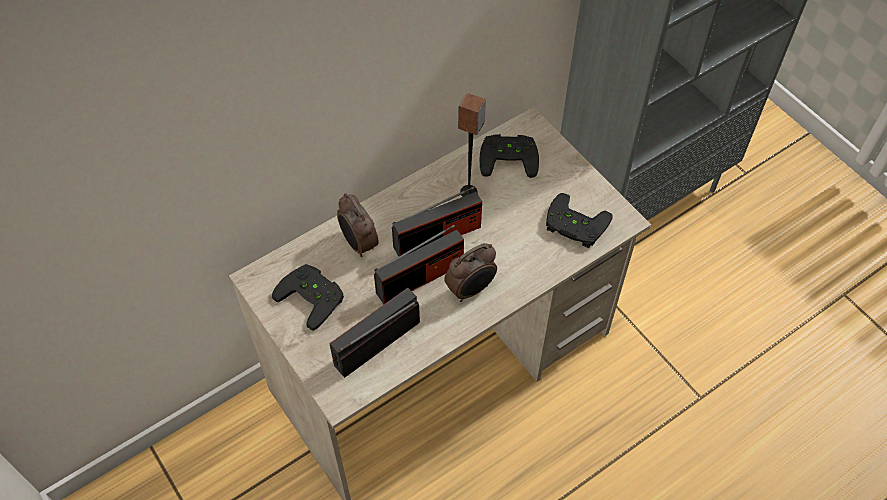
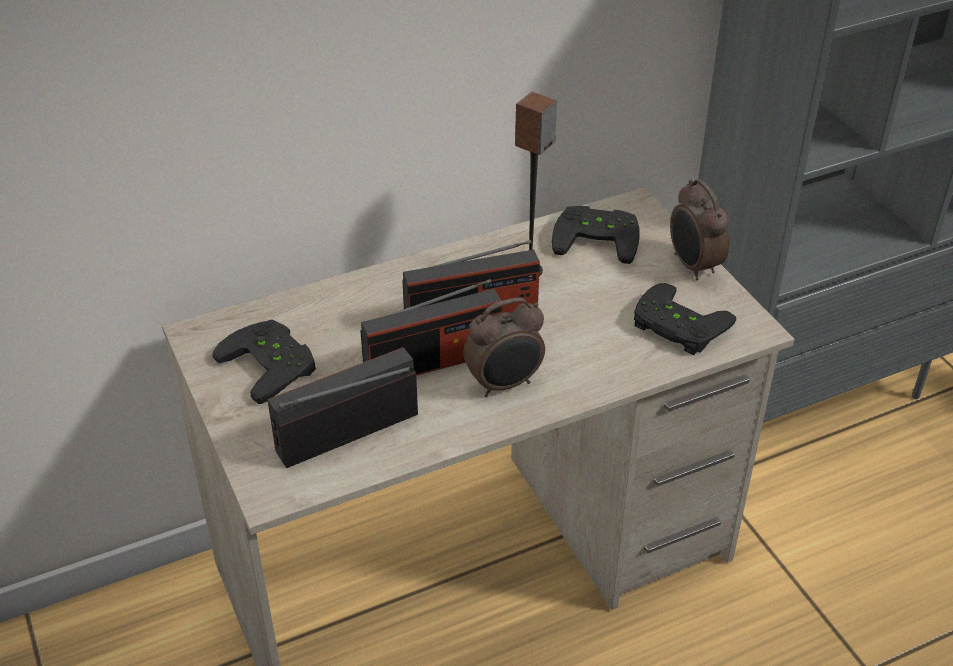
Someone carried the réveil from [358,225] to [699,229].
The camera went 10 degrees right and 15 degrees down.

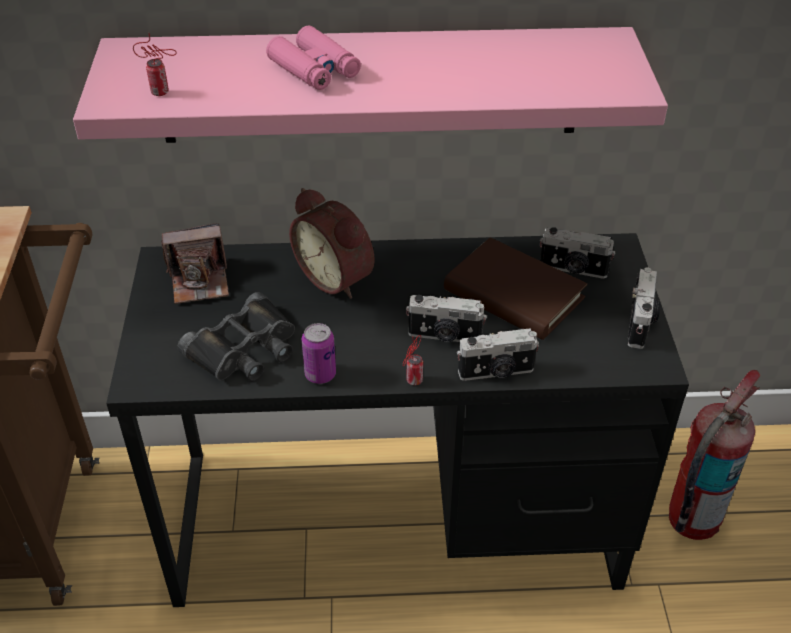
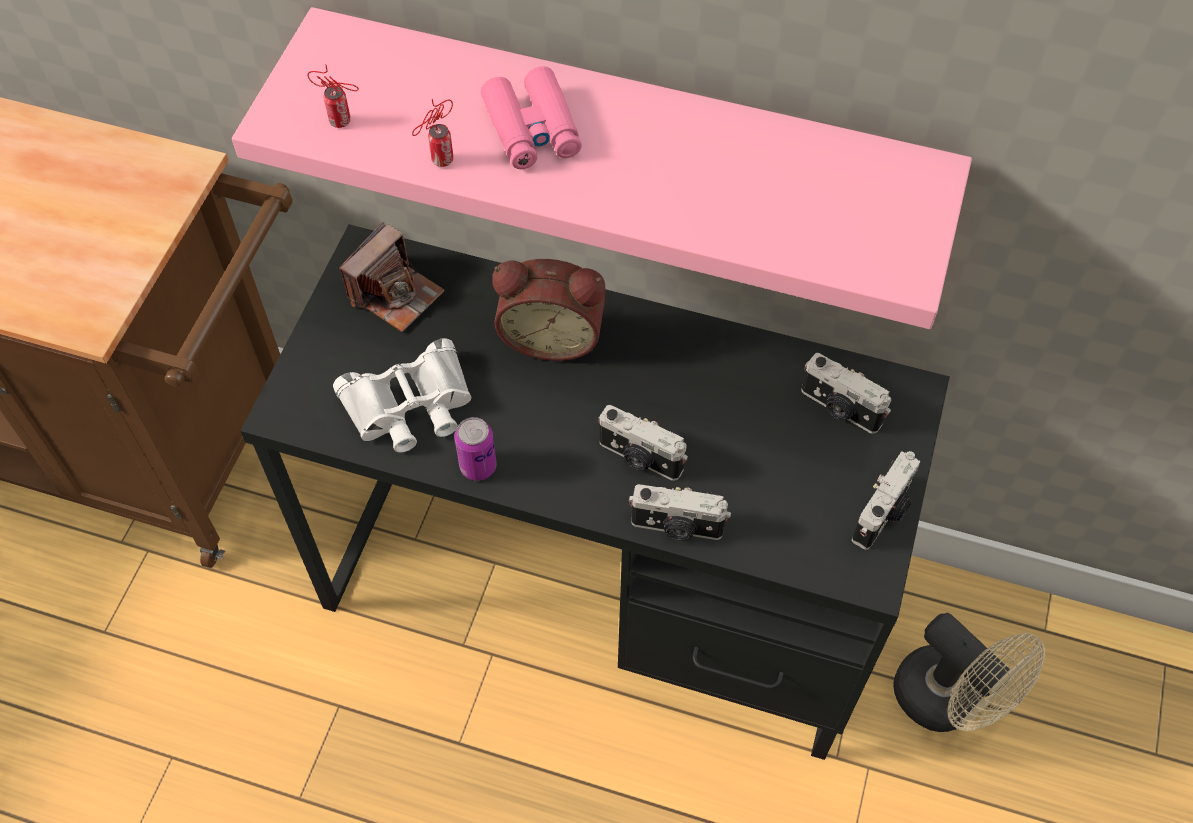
Someone took away the livre (marron) at [515,288].
Someone carried the boîte métallique from [413,360] to [433,133].
Someone swapped the extincteur at [714,455] for the ventilateur (beige) at [969,672].
Someone repainted the jumelles (noir) at [236,336], which became the jumelles (blanc) at [402,395].
Someone rotated the appareil photo at [195,263] by 60 degrees counterclockwise.
Someone rotated the réveil at [331,243] by 60 degrees counterclockwise.
The camera went 20 degrees right and 15 degrees up.

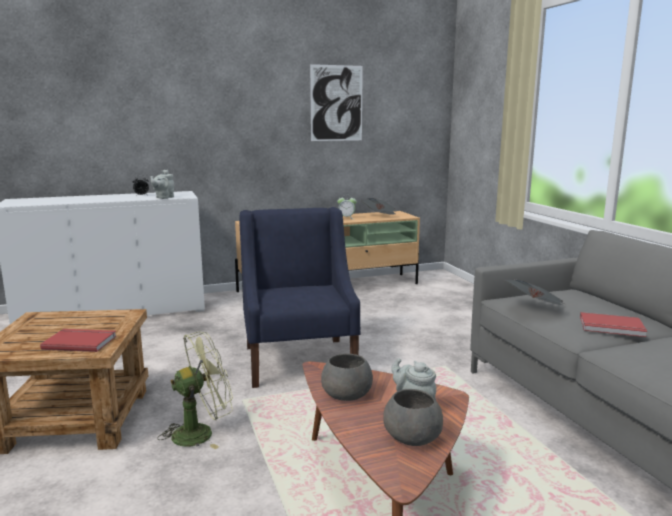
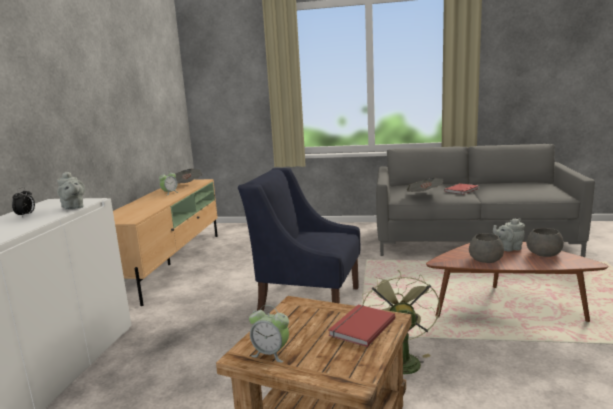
Someone took away the tableau at [336,102].
Someone put down the réveil at [269,333].
The camera went 60 degrees left and 0 degrees up.

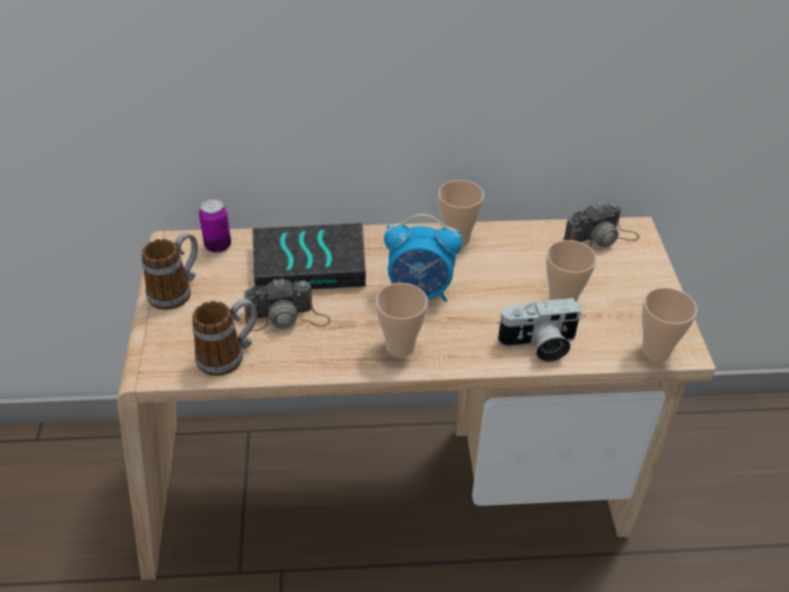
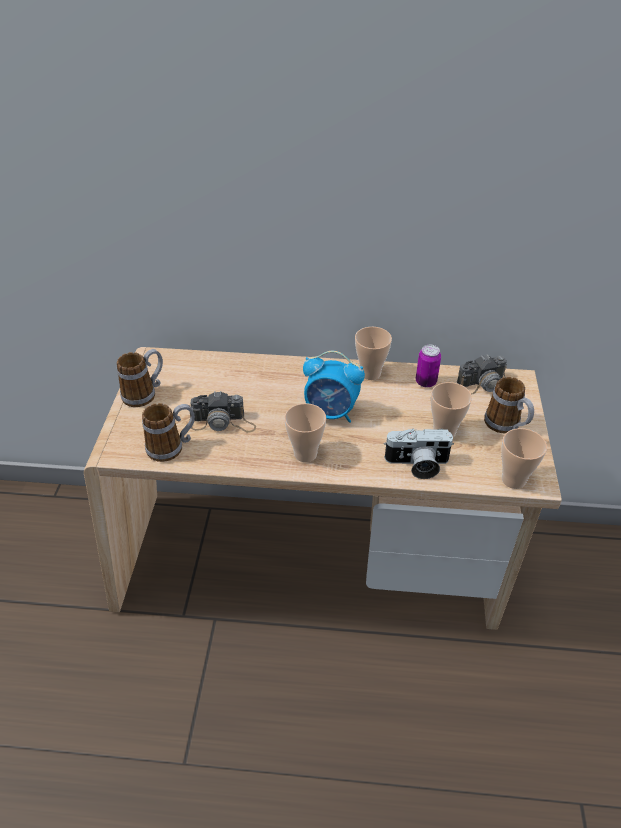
Someone took away the livre at [309,256].
Someone put down the mug at [509,405].
Someone carried the boîte métallique from [215,226] to [428,366].
The camera went 10 degrees right and 0 degrees up.

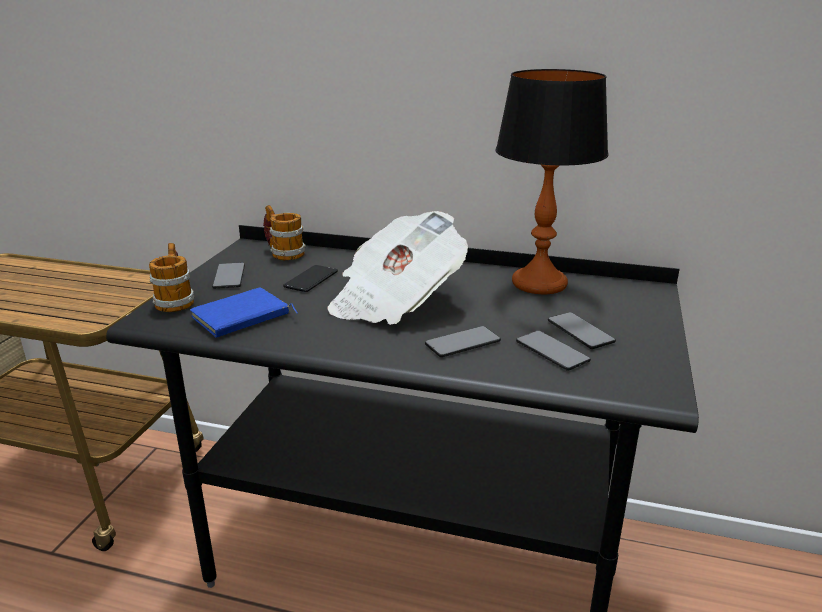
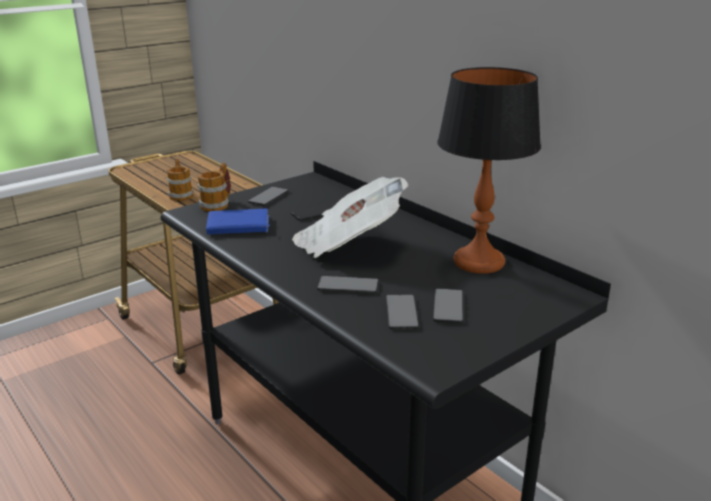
Someone carried the mug from [284,232] to [180,180].
The camera went 35 degrees right and 0 degrees up.

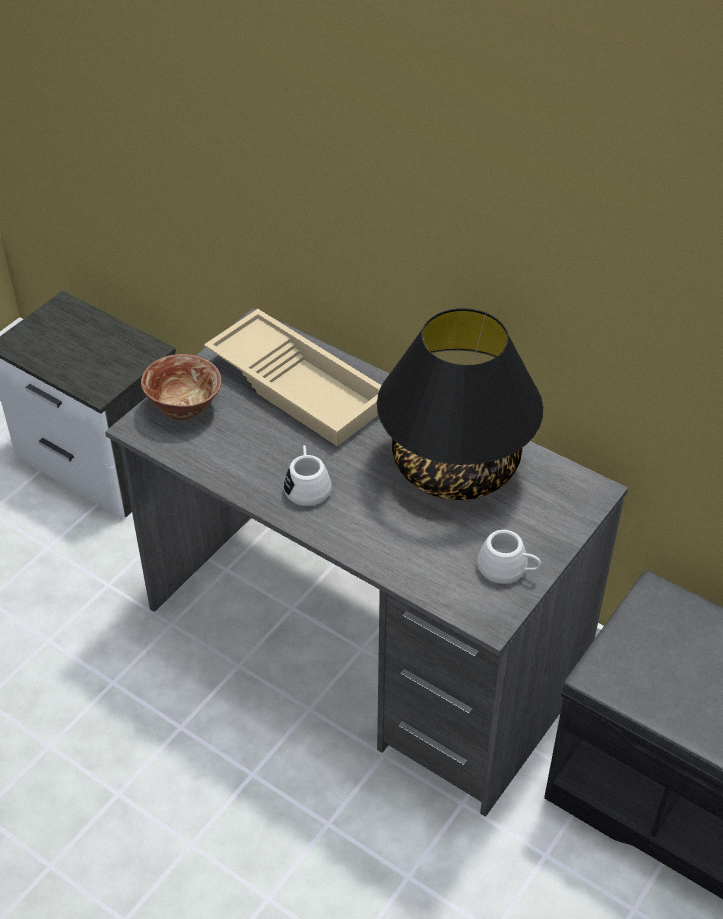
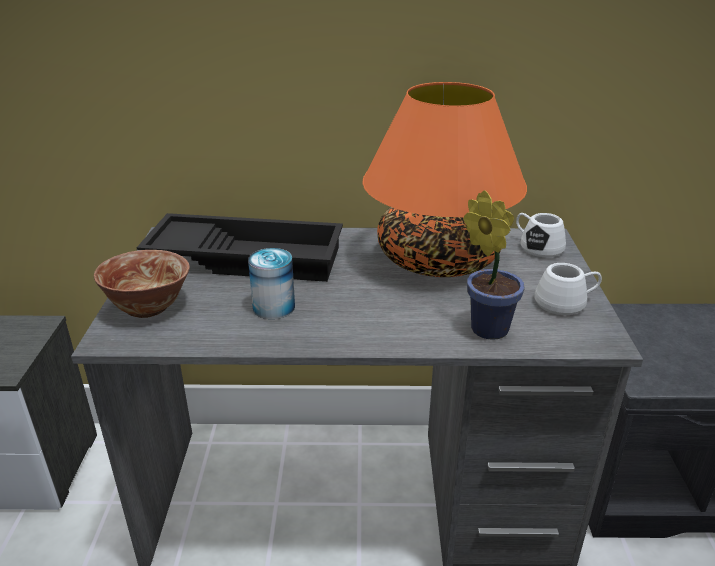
Someone put down the boîte métallique at [271,283].
Someone put down the plante en pot at [494,265].
Someone carried the mug (blanc) from [308,475] to [541,235].
Someone repainted the plateau (beige) at [293,377], which became the plateau (noir) at [239,247].
Someone repainted the lampe de table (noir) at [460,404], which became the lampe de table (orange) at [444,179].
The camera went 35 degrees left and 15 degrees down.

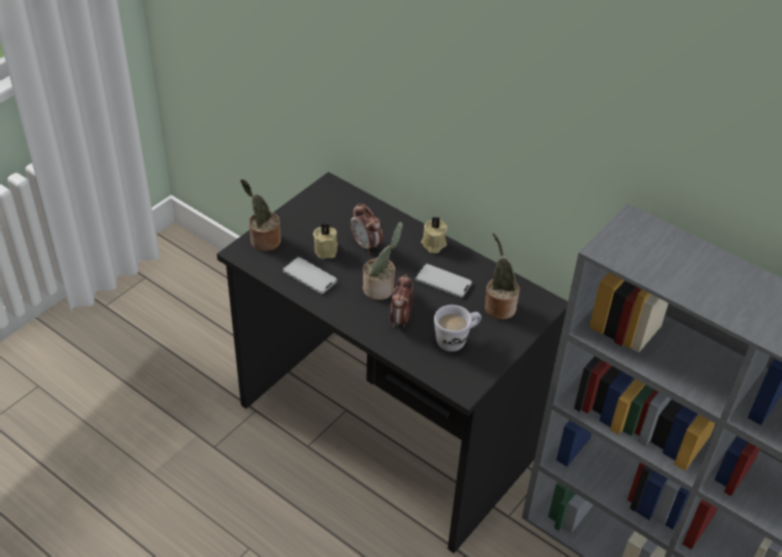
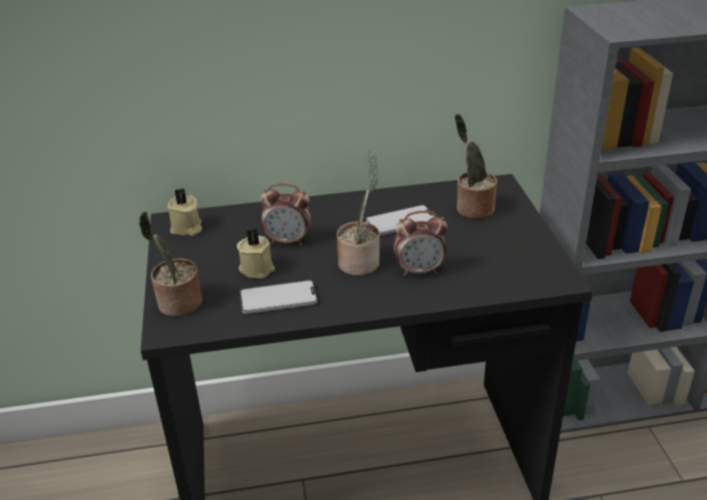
Someone took away the mug (blanc) at [457,328].
Someone carried the bougie (beige) from [434,234] to [185,212].
Someone rotated the réveil at [402,300] by 60 degrees counterclockwise.
The camera went 45 degrees left and 10 degrees down.

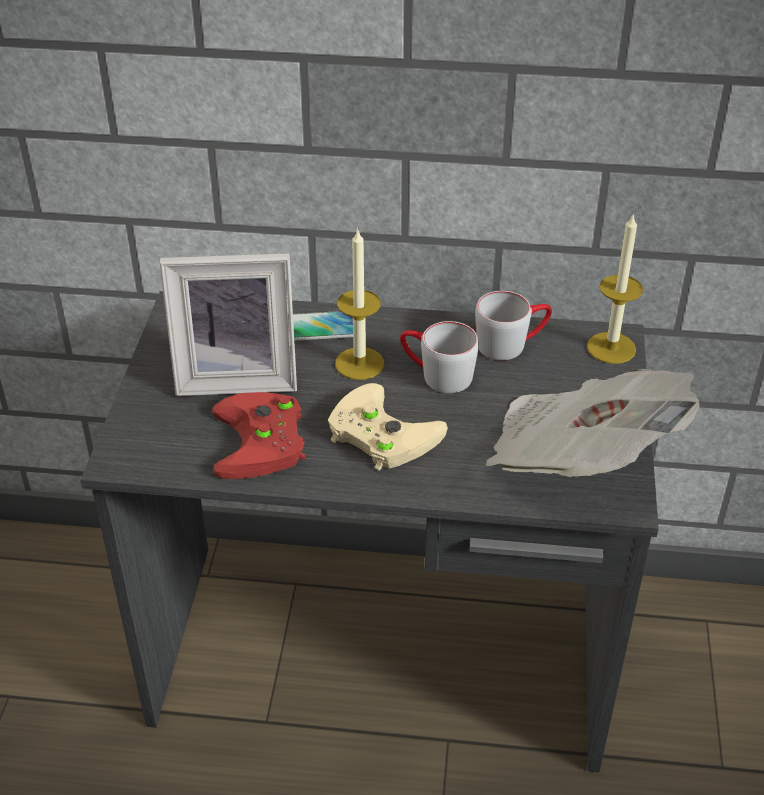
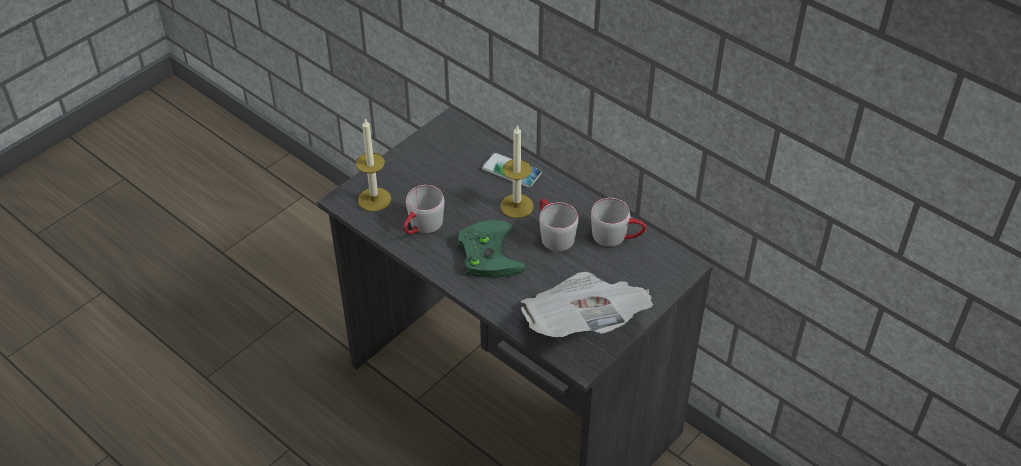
Someone took away the cadre photo at [228,324].
Someone carried the bougie from [615,288] to [373,165].
Someone swapped the manette (rouge) at [258,435] for the mug (gris) at [423,209].
Someone repainted the manette (beige) at [388,427], which became the manette (vert) at [492,249].
The camera went 35 degrees right and 5 degrees up.

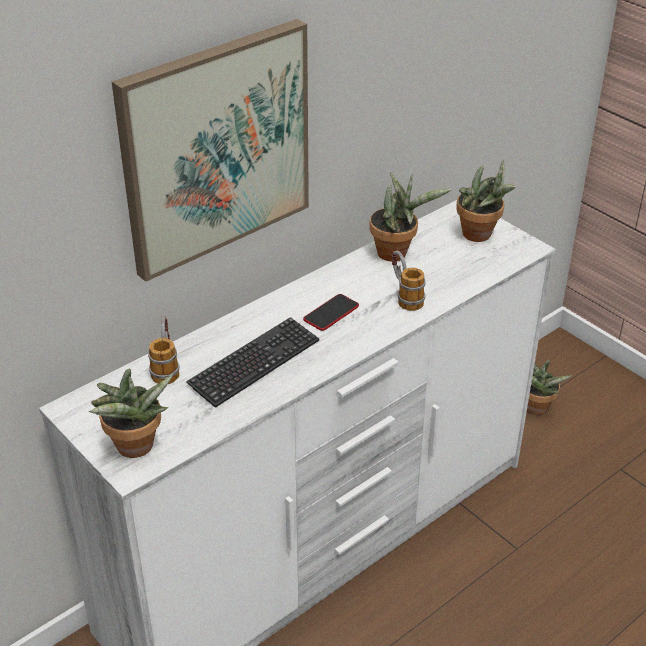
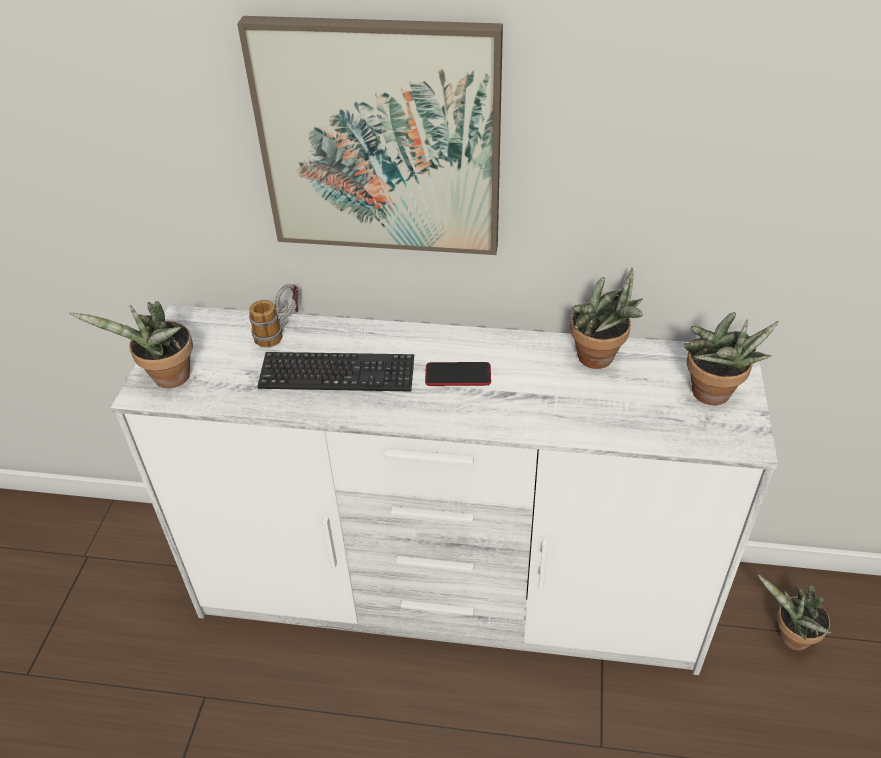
Someone took away the mug at [409,281].
The camera went 50 degrees right and 5 degrees up.

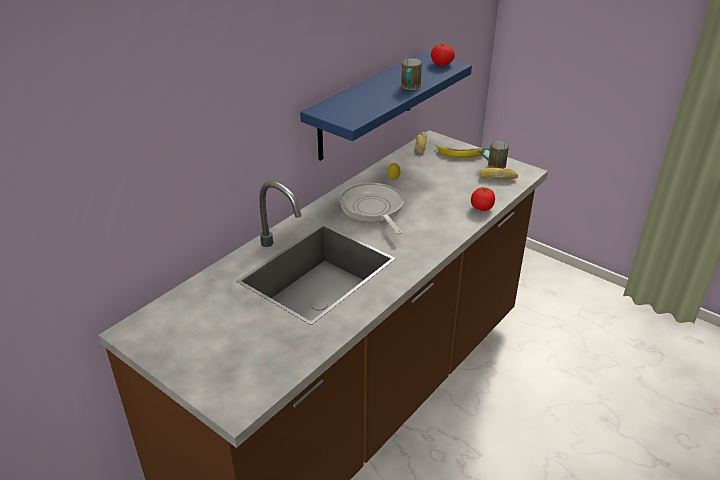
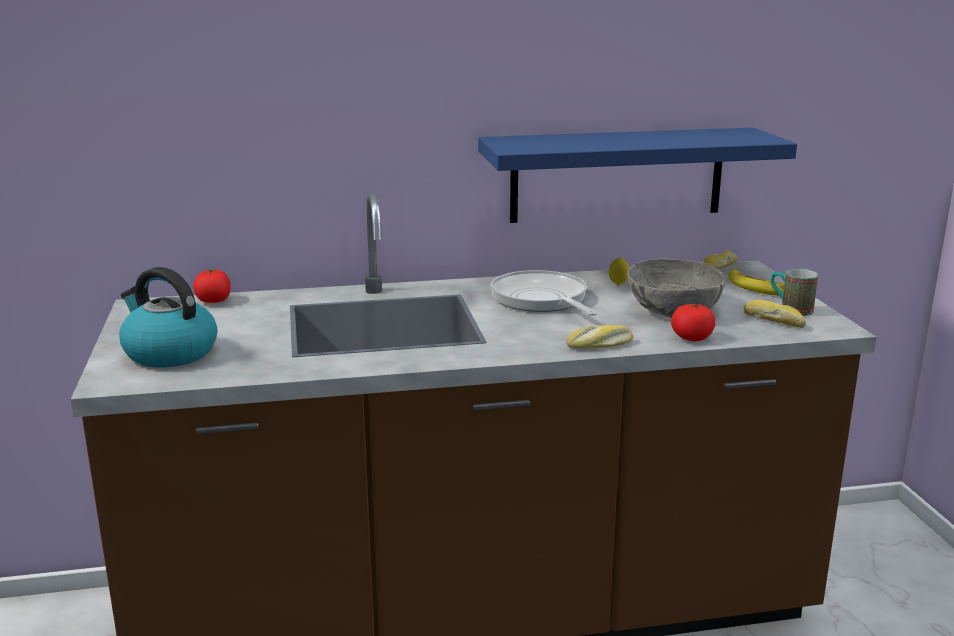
Someone took away the mug at [411,74].
Someone put down the bouilloire at [168,317].
Someone put down the pain at [599,337].
Someone put down the bol (gris) at [676,288].
Someone carried the tomate from [443,54] to [212,286].
Someone rotated the poêle at [372,209] by 45 degrees counterclockwise.
The camera went 40 degrees right and 15 degrees down.

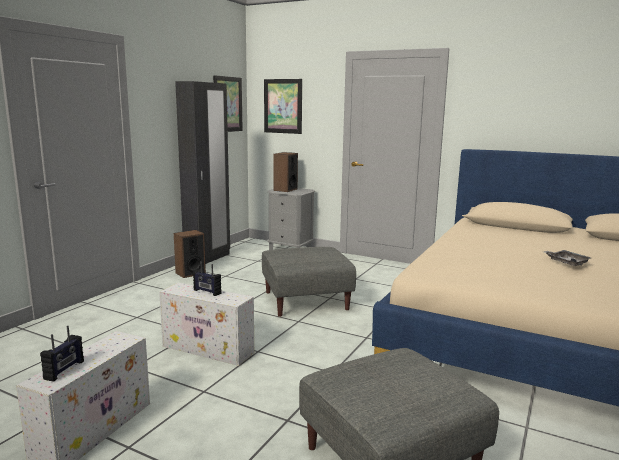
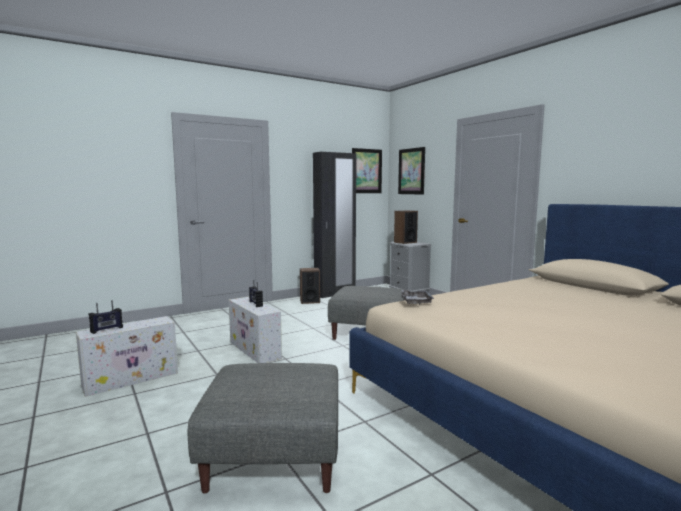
Someone carried the plateau (gris) from [567,258] to [417,297].
The camera went 30 degrees right and 5 degrees down.

